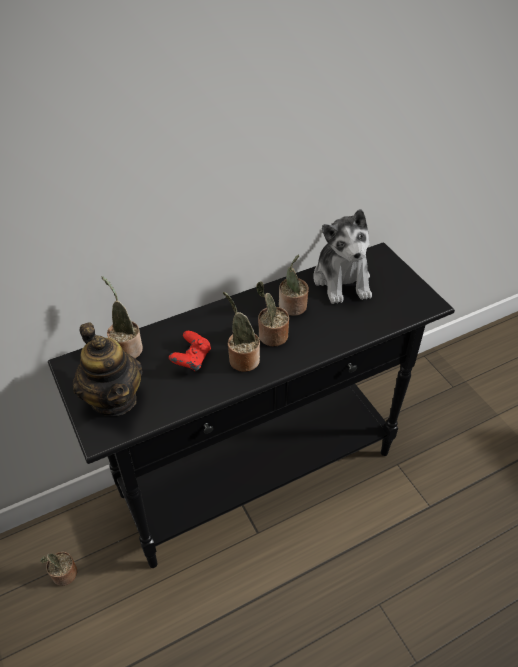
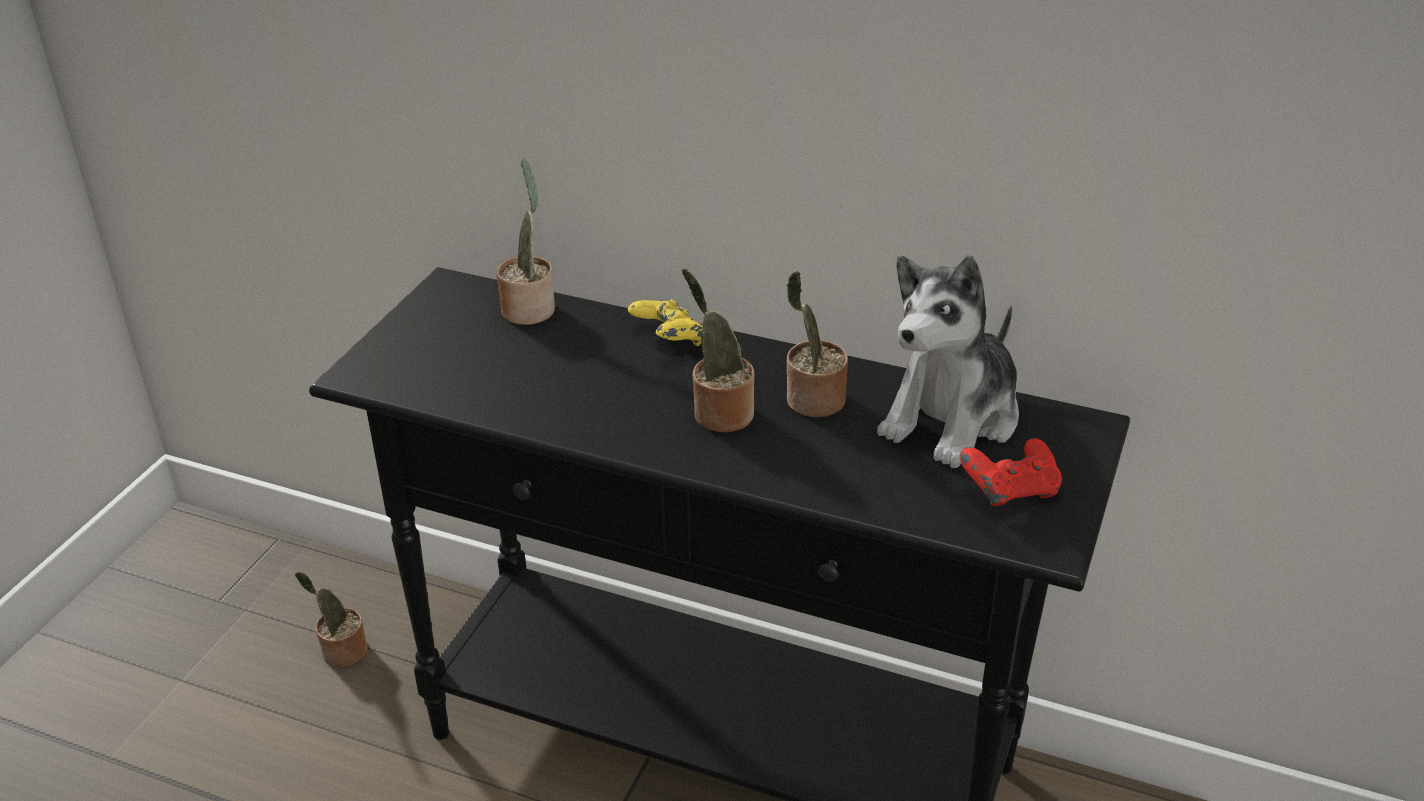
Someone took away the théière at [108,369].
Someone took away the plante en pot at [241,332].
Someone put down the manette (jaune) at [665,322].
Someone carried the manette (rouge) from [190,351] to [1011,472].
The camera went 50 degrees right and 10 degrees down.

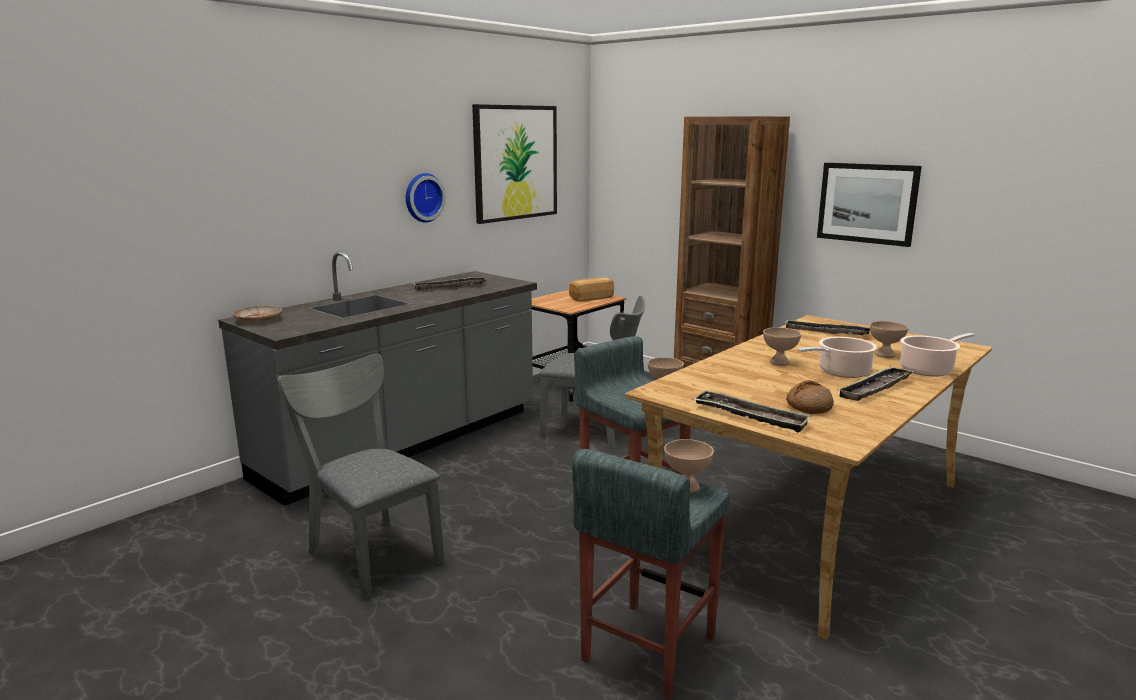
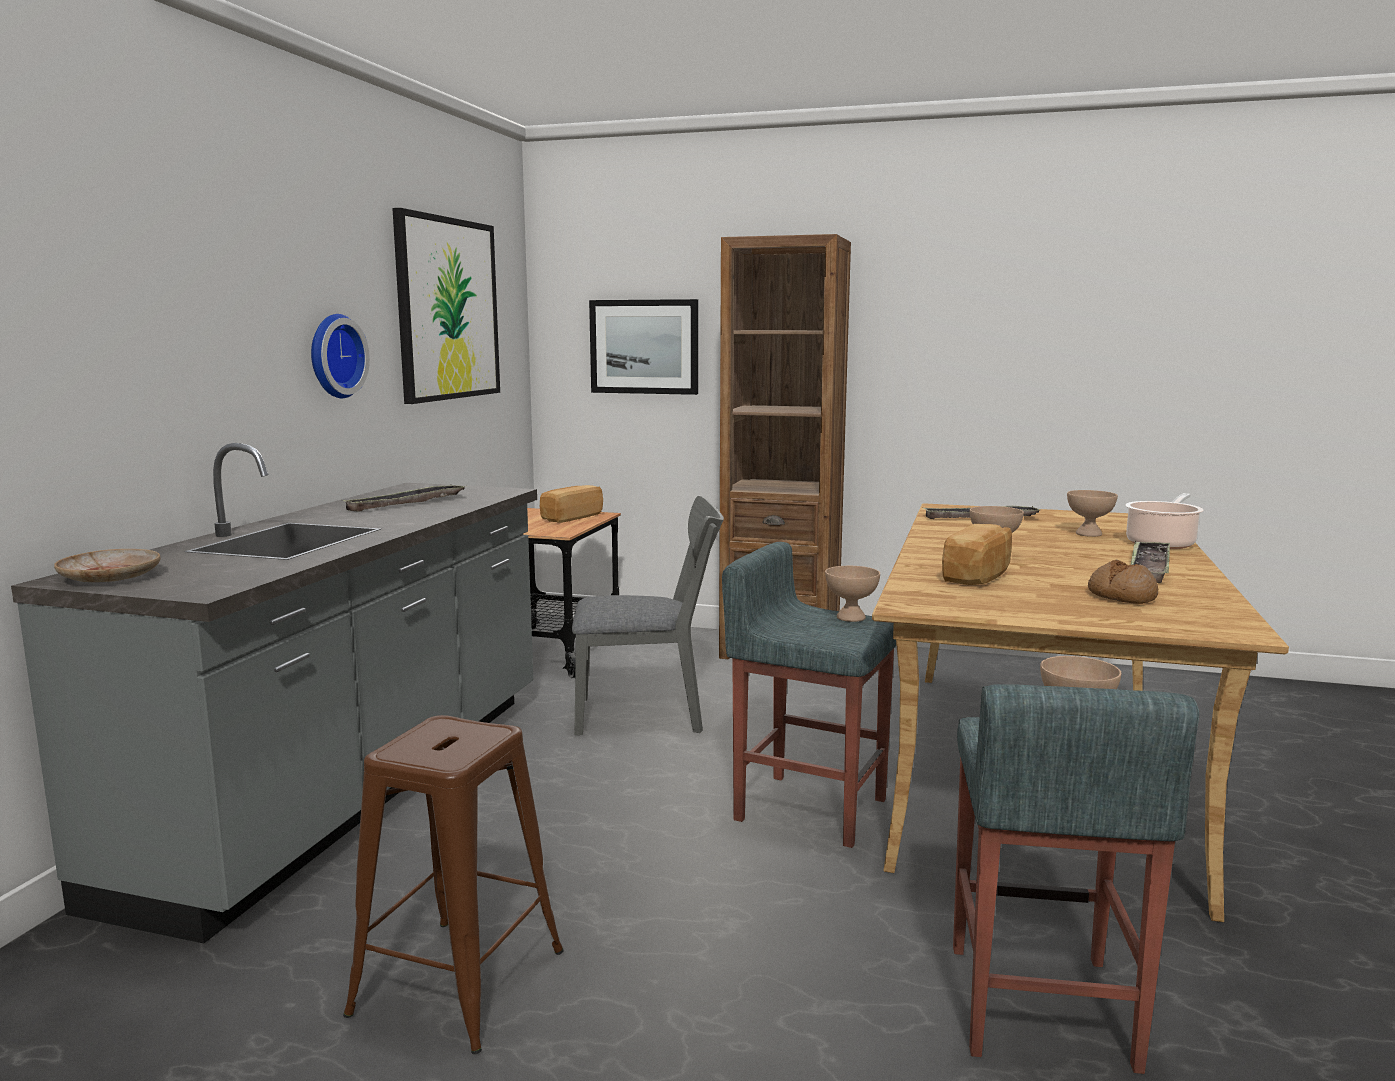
Someone took away the plateau at [752,411].
Someone took away the marmite at [837,357].
Someone put down the pain at [977,554].
Someone carried the tableau from [869,205] to [643,347].
Someone swapped the chaise (gris) at [361,476] for the tabouret (marron) at [453,884].
The camera went 25 degrees left and 5 degrees down.

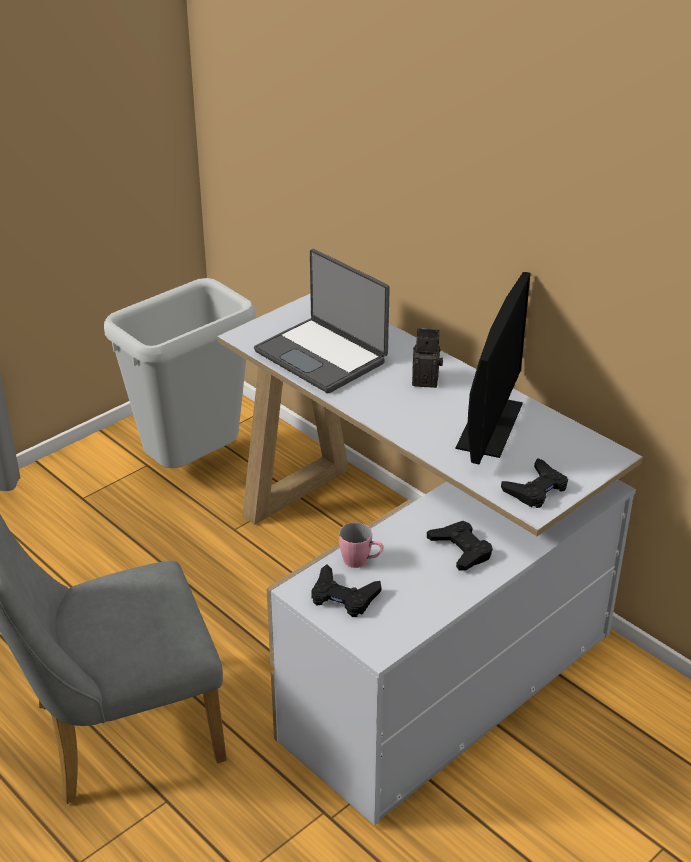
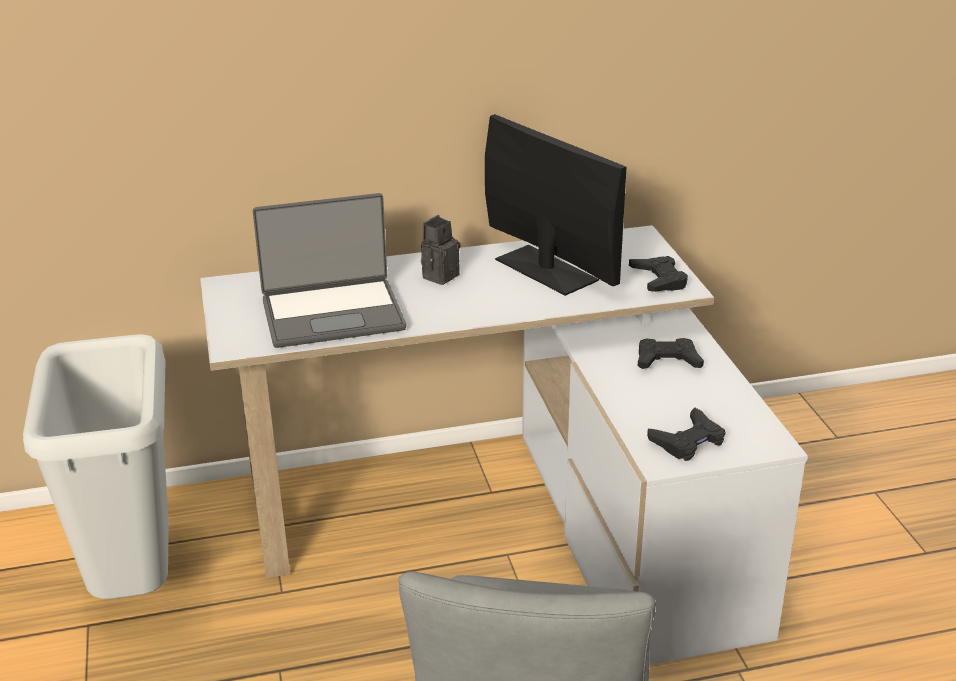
Someone took away the mug (rose) at [361,545].
The camera went 60 degrees left and 5 degrees down.

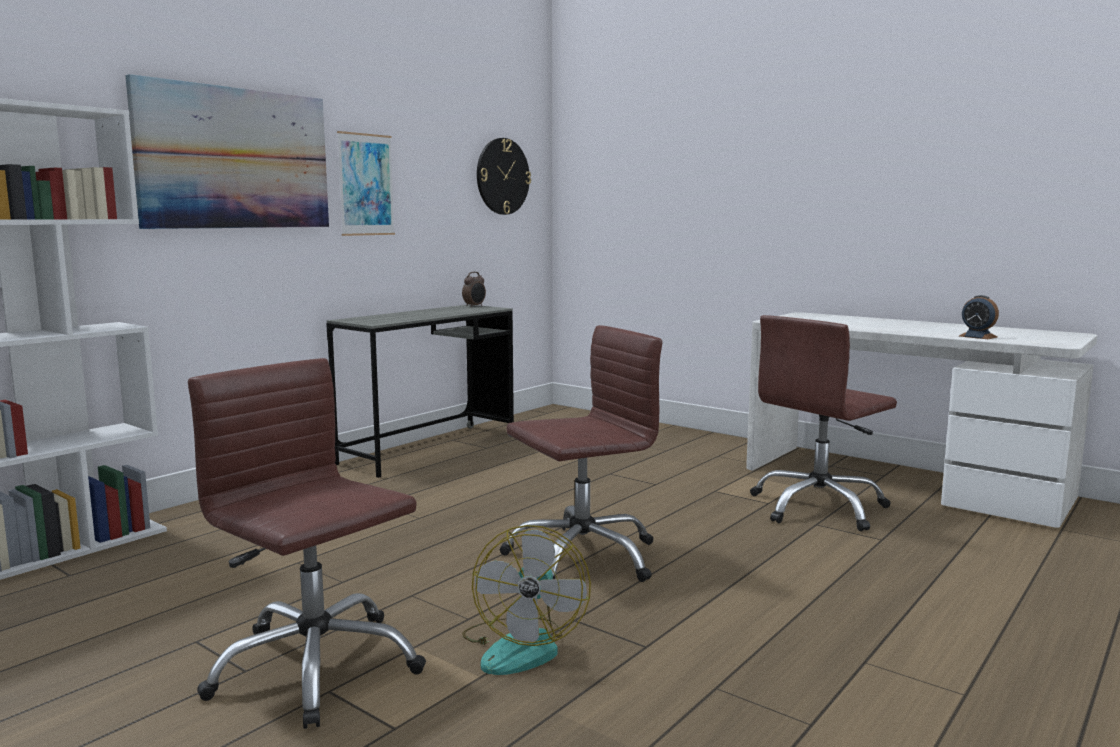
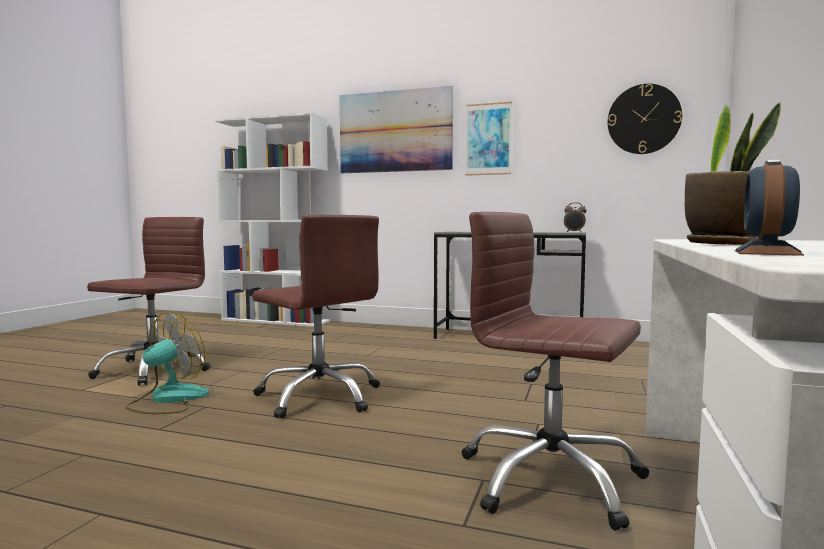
Someone put down the plante en pot at [733,173].
Someone rotated the ventilateur at [526,600] by 135 degrees clockwise.
The camera went 70 degrees right and 5 degrees down.

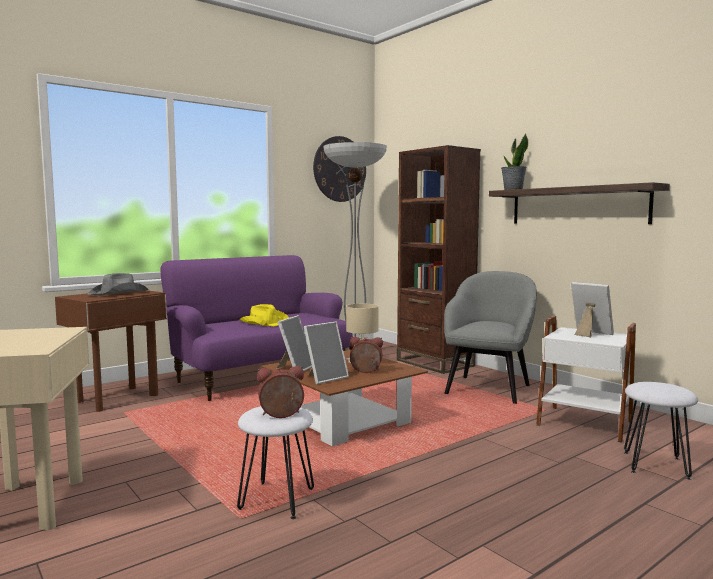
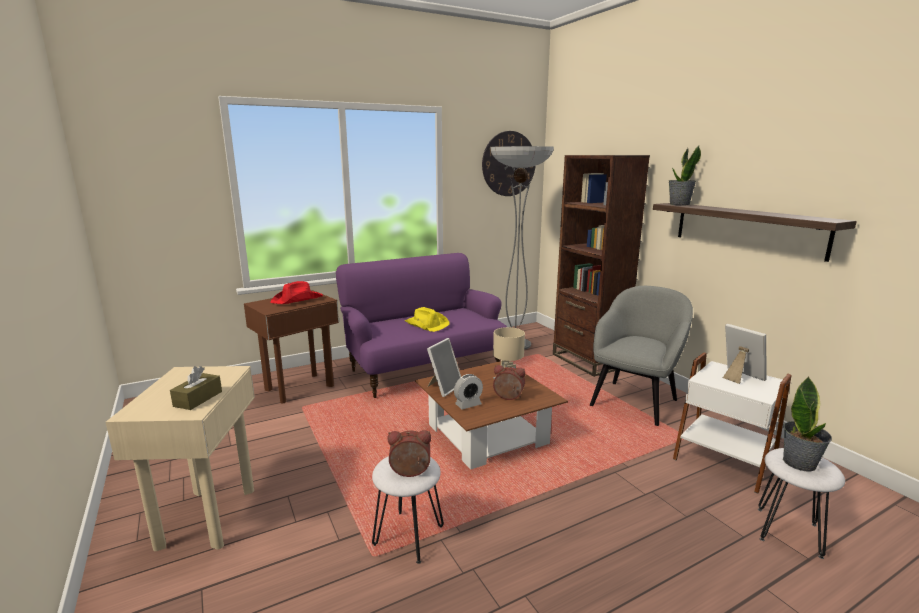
Someone put down the boîte à mouchoirs (marron) at [196,388].
Someone put down the plante en pot at [807,424].
Someone swapped the cadre photo at [326,353] for the réveil at [468,391].
Someone repainted the chapeau (gris) at [118,284], which became the chapeau (rouge) at [296,292].
The camera went 10 degrees right and 10 degrees up.

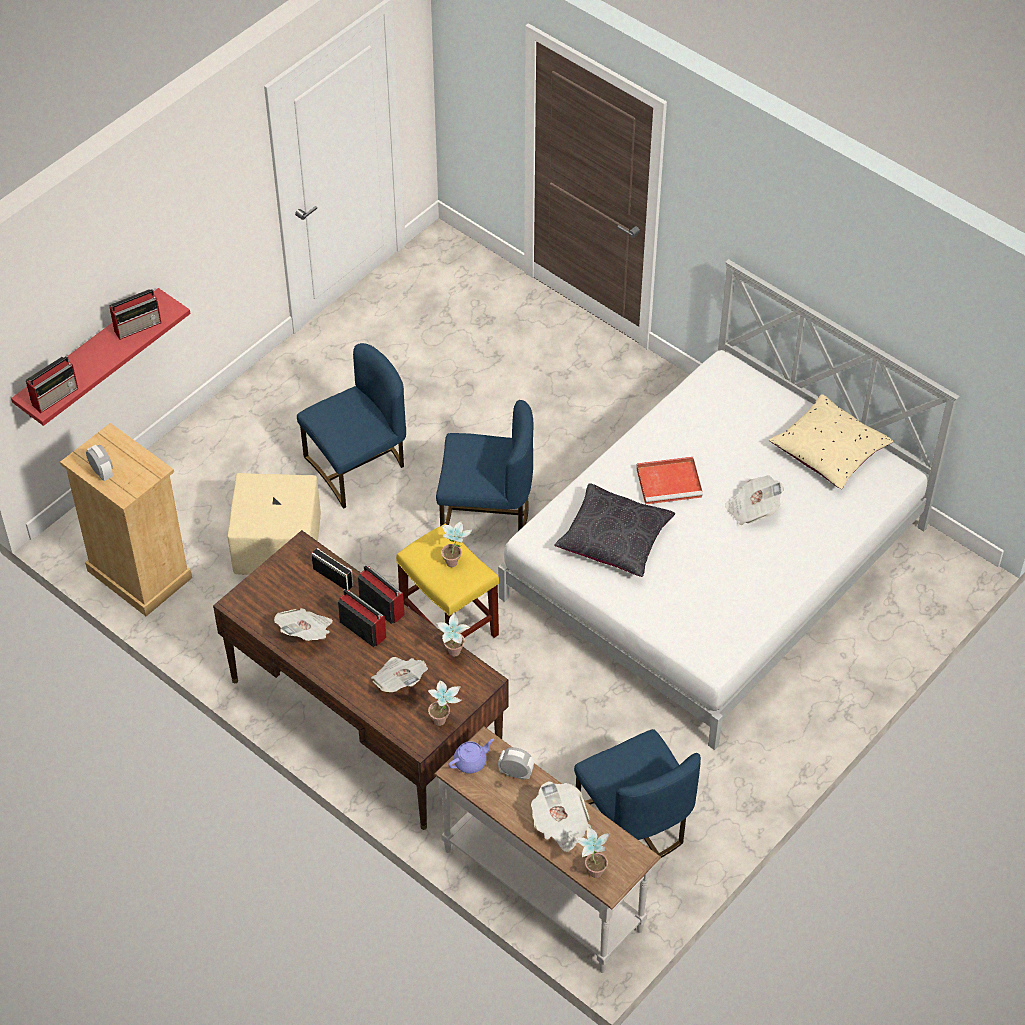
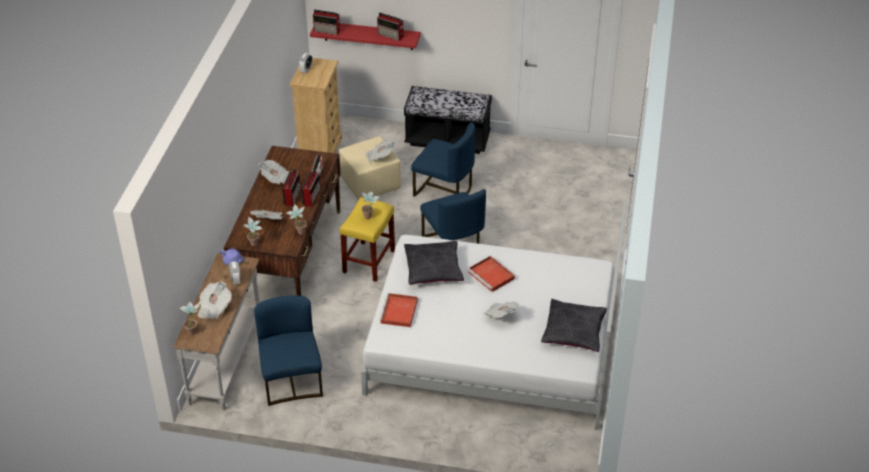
Someone put down the journal at [380,150].
Someone put down the plateau (rouge) at [398,310].
Someone put down the banc (noir) at [448,120].
Someone repainted the coussin (beige) at [831,441], which became the coussin (noir) at [574,325].
Someone rotated the chaise (bleu) at [637,793] by 135 degrees clockwise.
The camera went 60 degrees right and 10 degrees down.

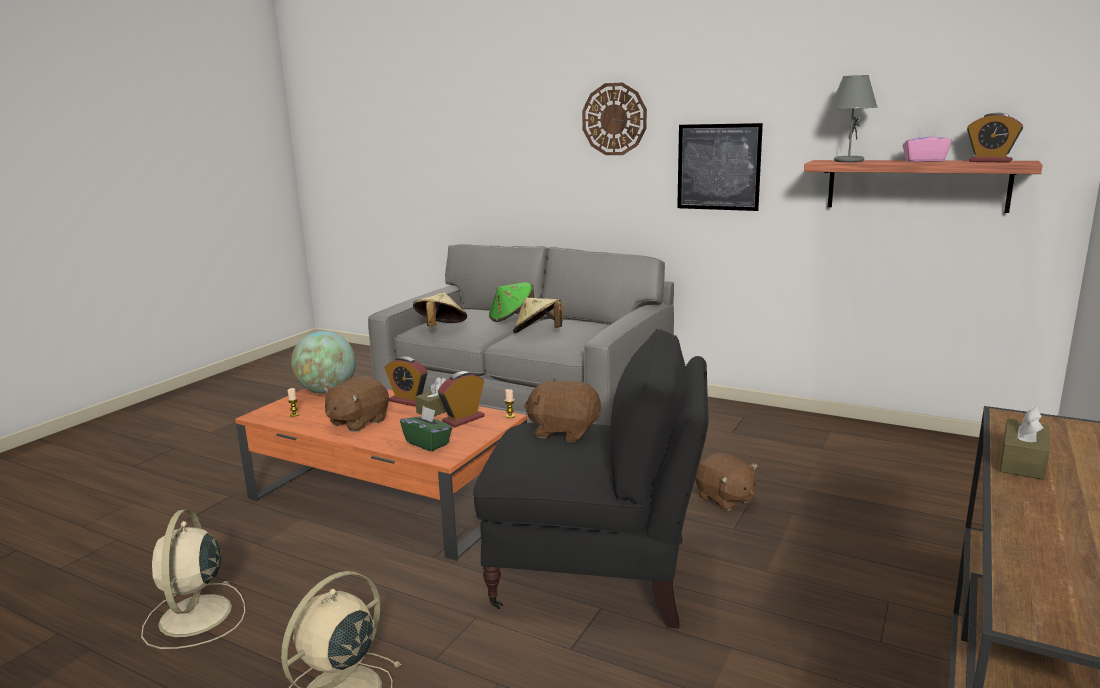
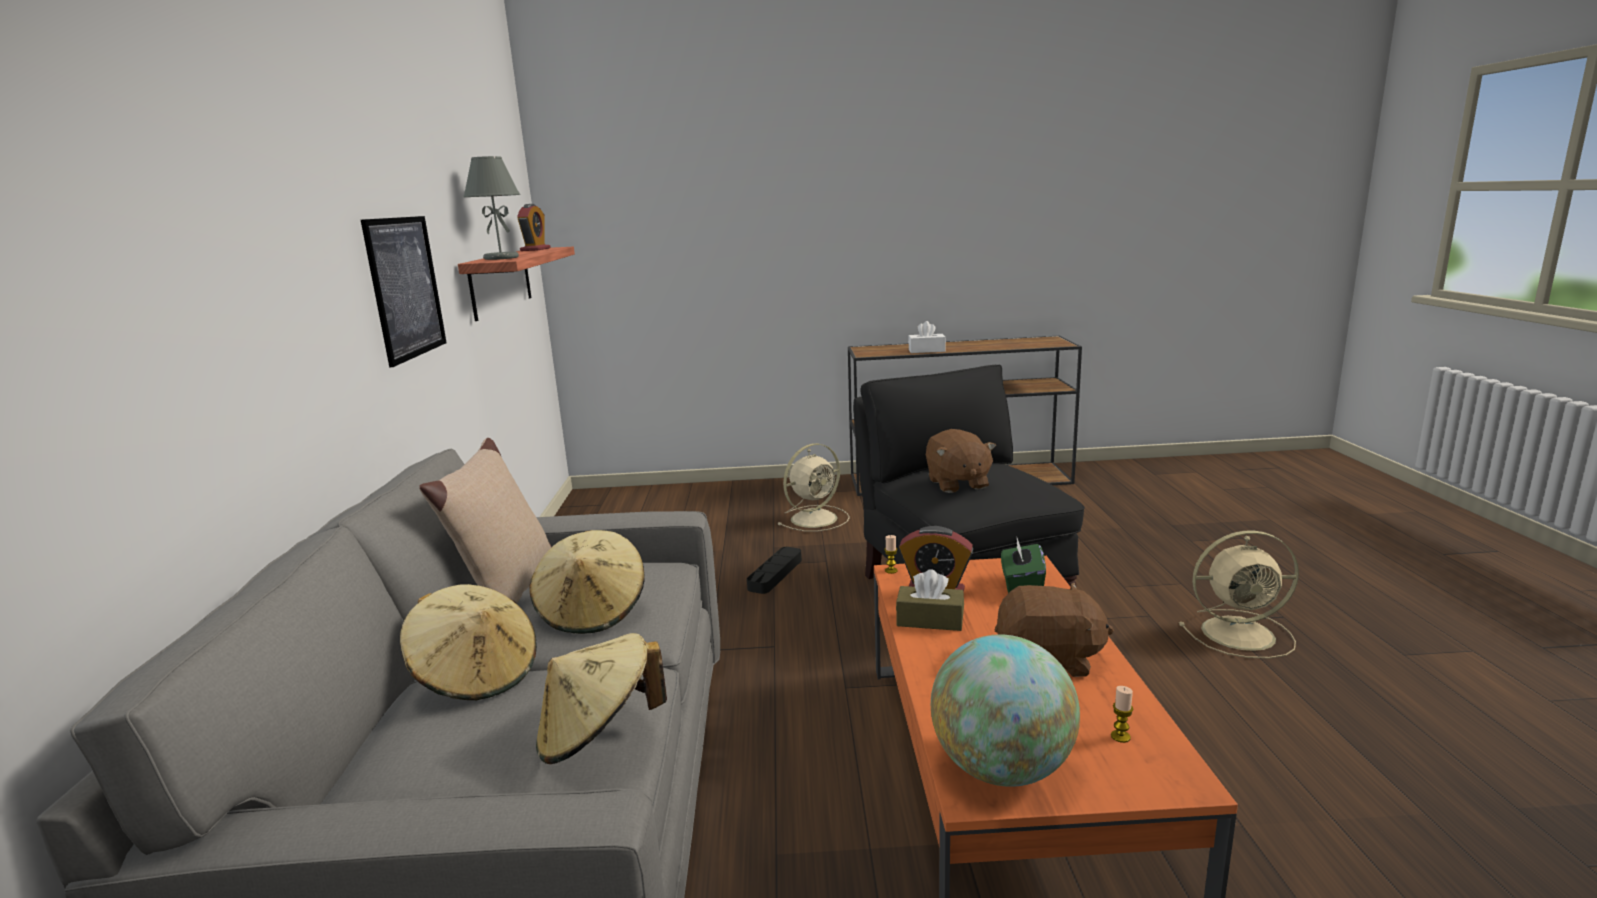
Someone took away the réveil at [406,381].
Someone took away the horloge murale at [614,119].
Someone took away the boîte à mouchoirs (rose) at [927,145].
Someone put down the coussin (beige) at [485,521].
Someone carried the ventilateur (beige) from [193,579] to [813,487].
Someone swapped the peluche (marron) at [726,482] for the plateau (noir) at [774,570].
Someone repainted the chapeau (vert) at [511,302], which became the chapeau (beige) at [468,642].
Someone repainted the boîte à mouchoirs (marron) at [1025,443], which became the boîte à mouchoirs (blanc) at [927,337].
The camera went 120 degrees left and 0 degrees up.

